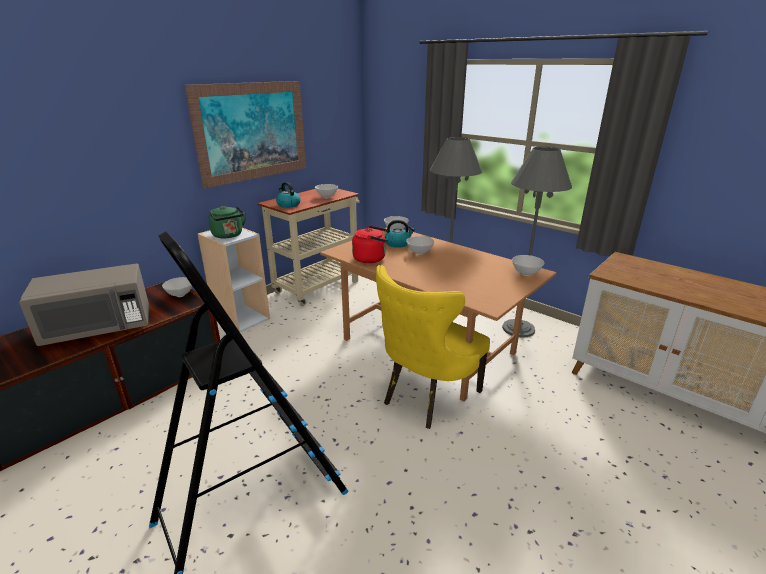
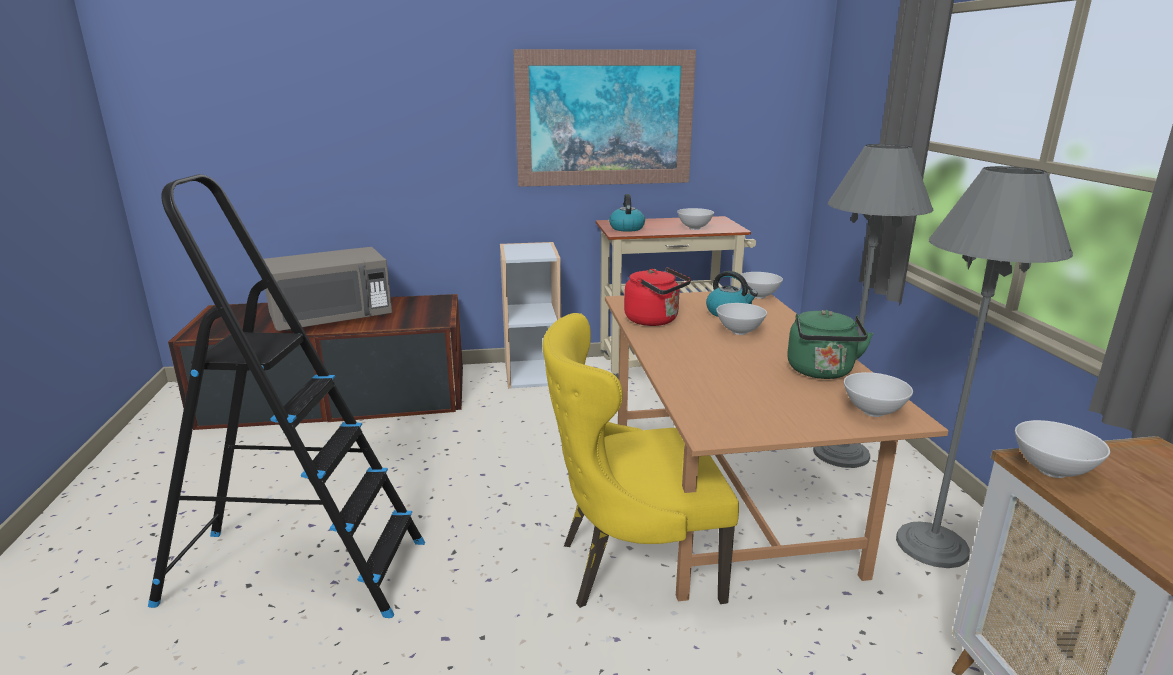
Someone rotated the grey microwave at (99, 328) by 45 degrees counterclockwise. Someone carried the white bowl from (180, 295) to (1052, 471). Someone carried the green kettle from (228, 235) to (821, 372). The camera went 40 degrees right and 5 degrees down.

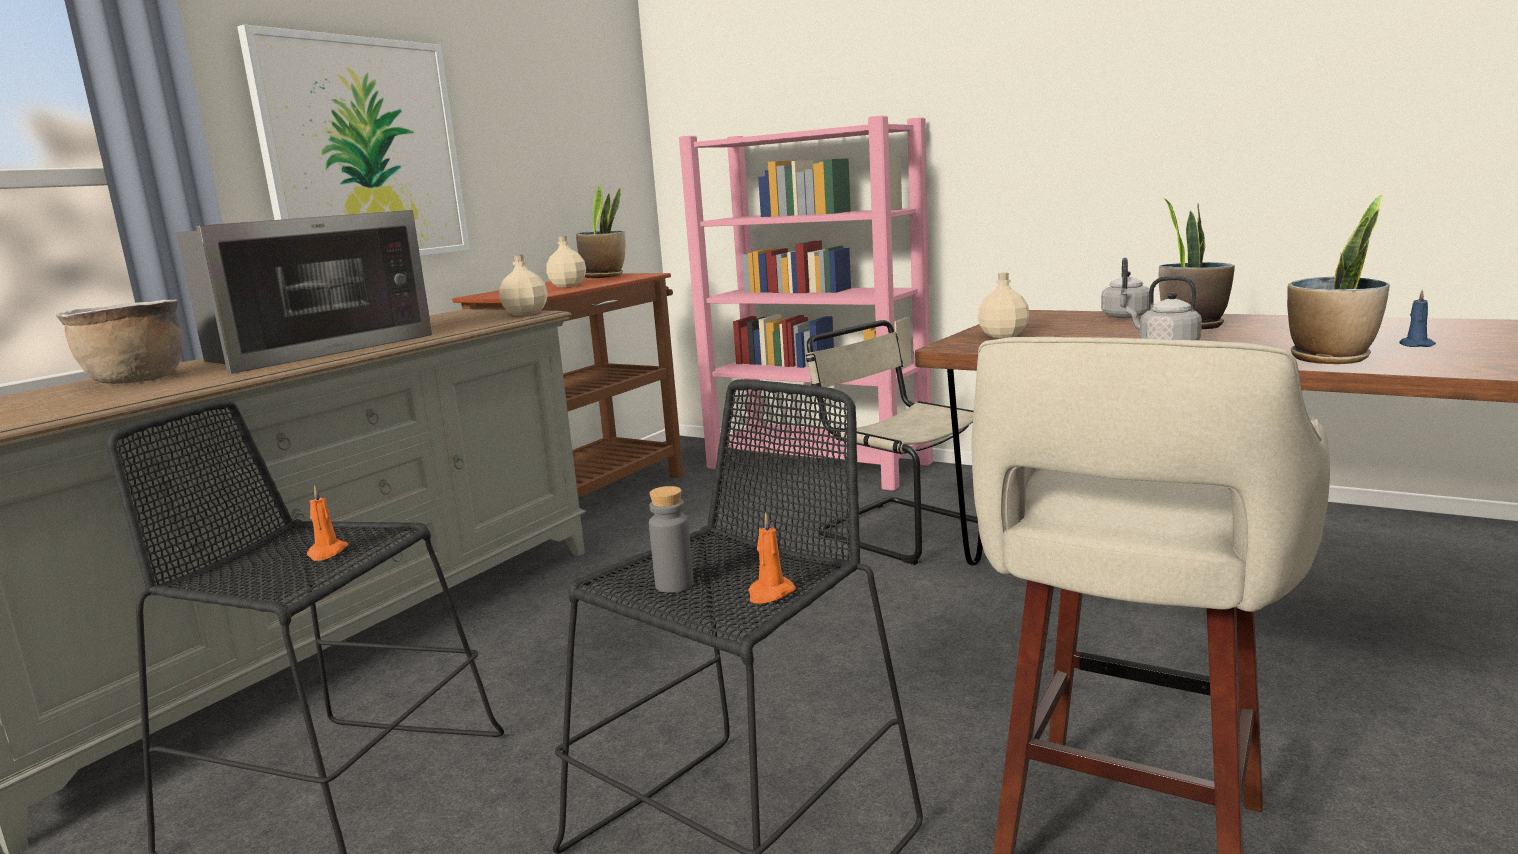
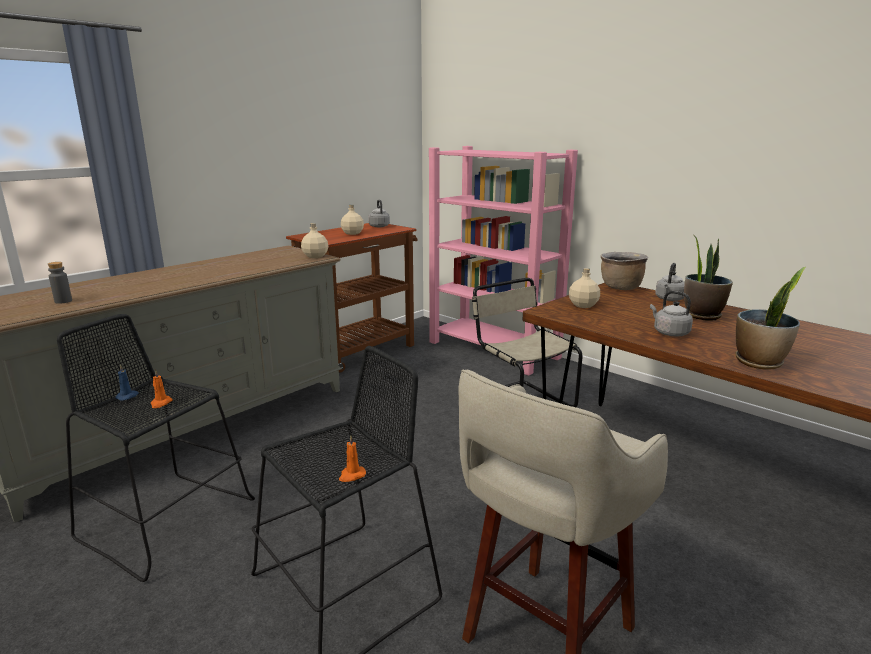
Someone carried the brown cooking pot from (135, 380) to (620, 288). Someone took away the microwave at (312, 350). Someone took away the picture at (364, 151). Someone swapped the potted plant at (604, 276) for the grey kettle at (379, 226). Someone carried the grey bottle from (674, 585) to (63, 301). Someone carried the blue candle from (1415, 345) to (127, 396). The camera went 10 degrees right and 5 degrees up.

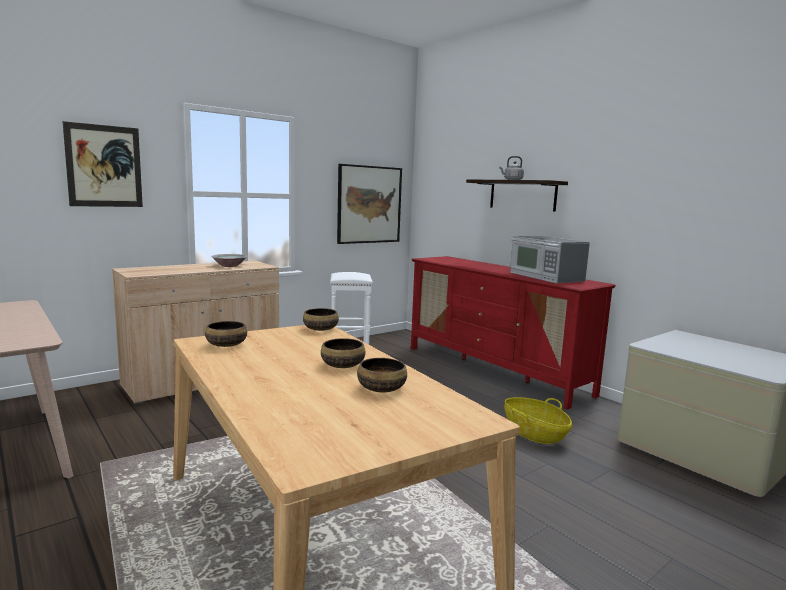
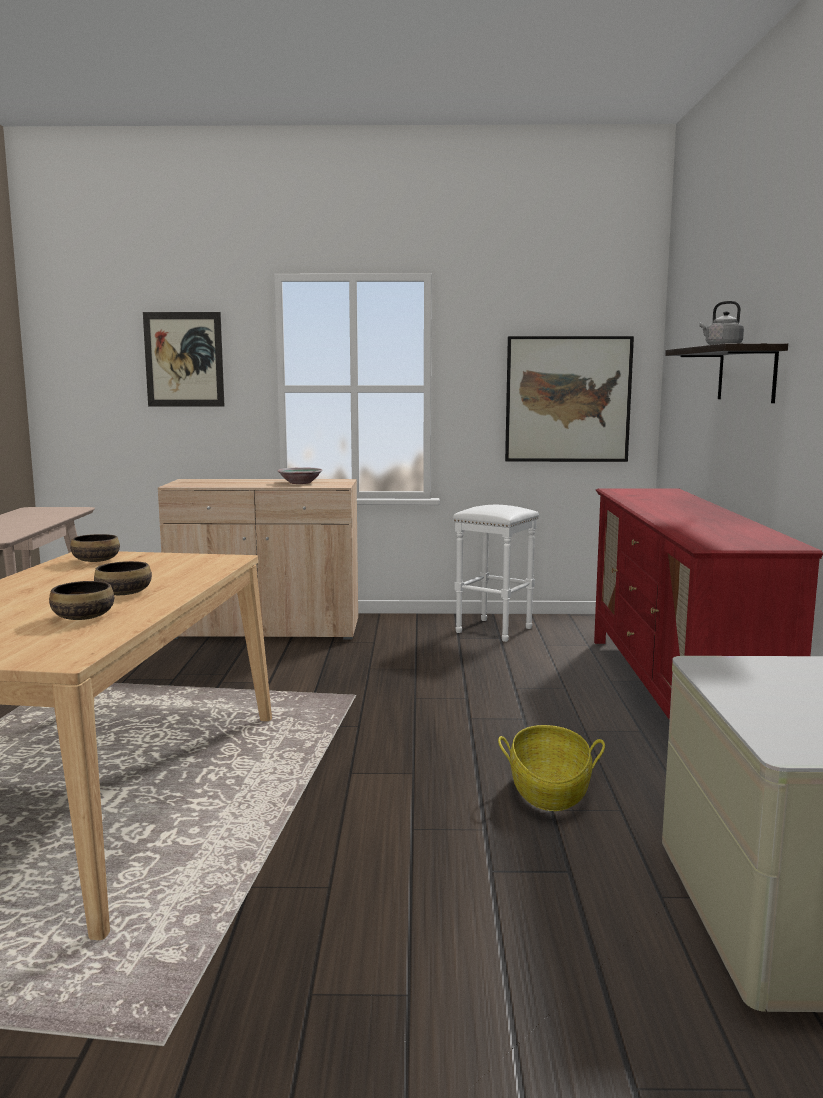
Someone took away the bowl at (321, 329). Someone took away the microwave at (545, 277). The camera went 40 degrees right and 0 degrees up.

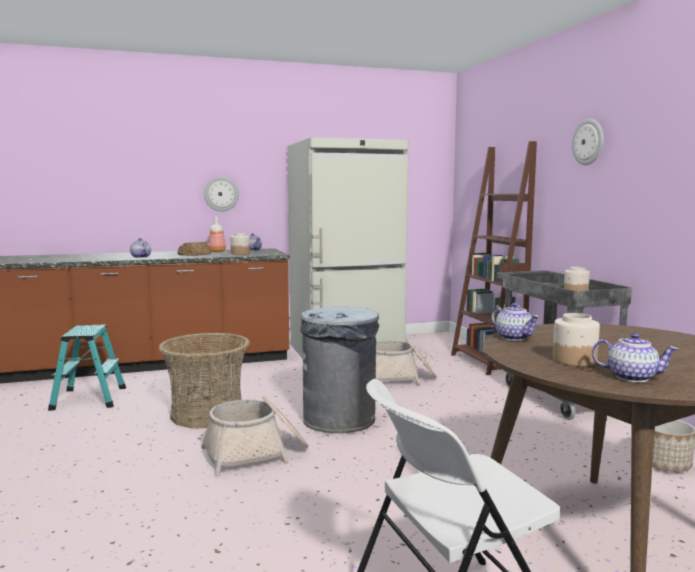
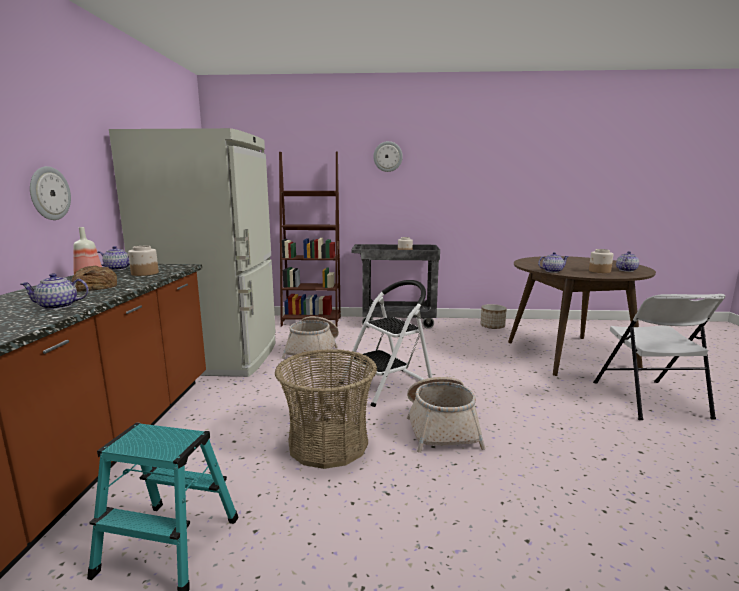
Someone swapped the grey trash can at (340, 420) for the step ladder at (389, 384). The camera went 70 degrees left and 5 degrees up.

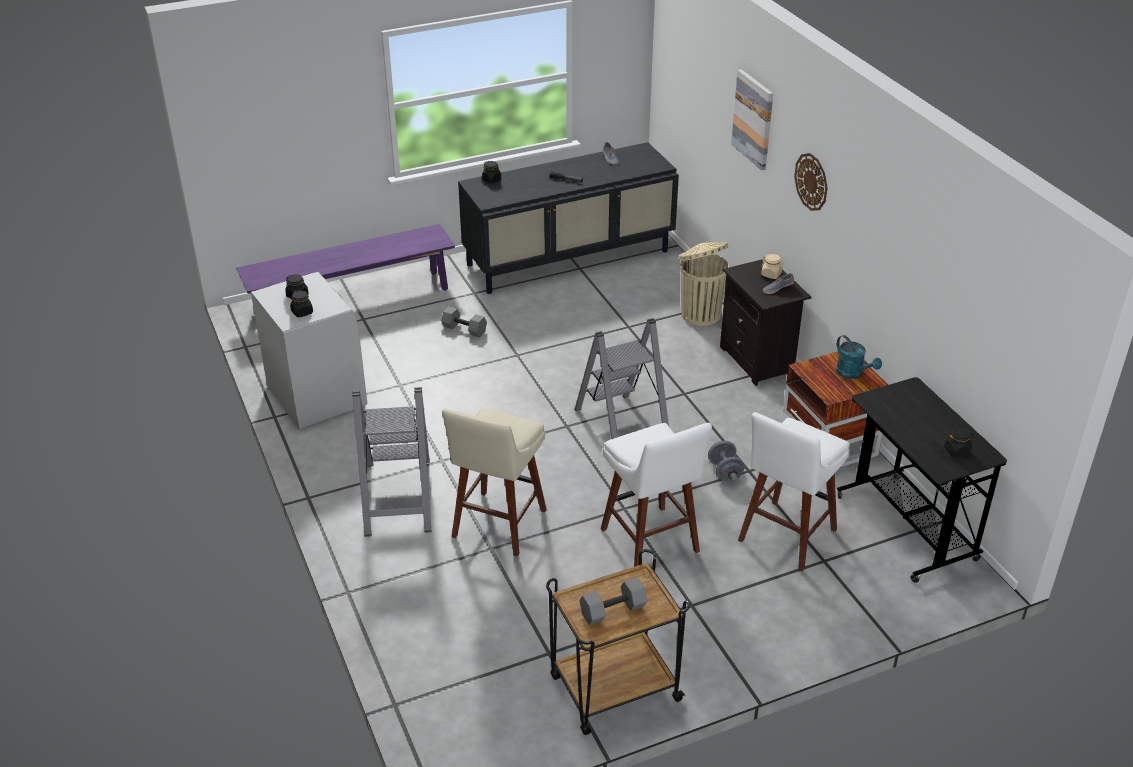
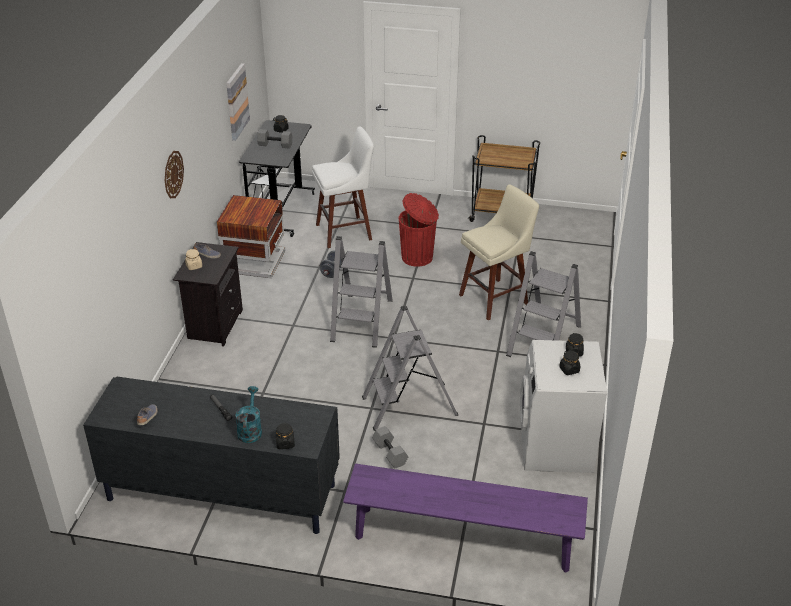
Someone carried the grey dumbbell from (613, 609) to (274, 145). Someone swapped the white stool at (650, 542) for the red trash can at (418, 257). Someone took away the beige trash can at (699, 314). Someone carried the picture from (753, 119) to (236, 101). Someone carried the turquoise watering can from (853, 374) to (250, 429). Someone put down the grey step ladder at (411, 405). The camera went 145 degrees left and 0 degrees up.

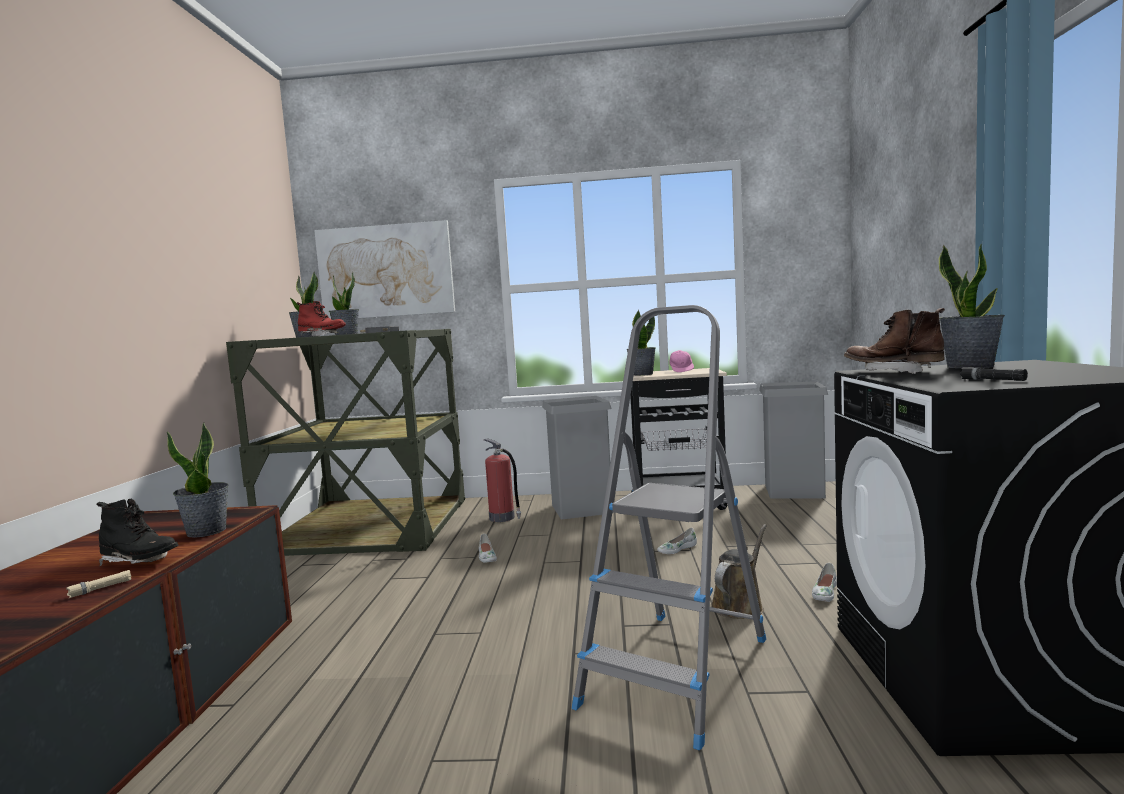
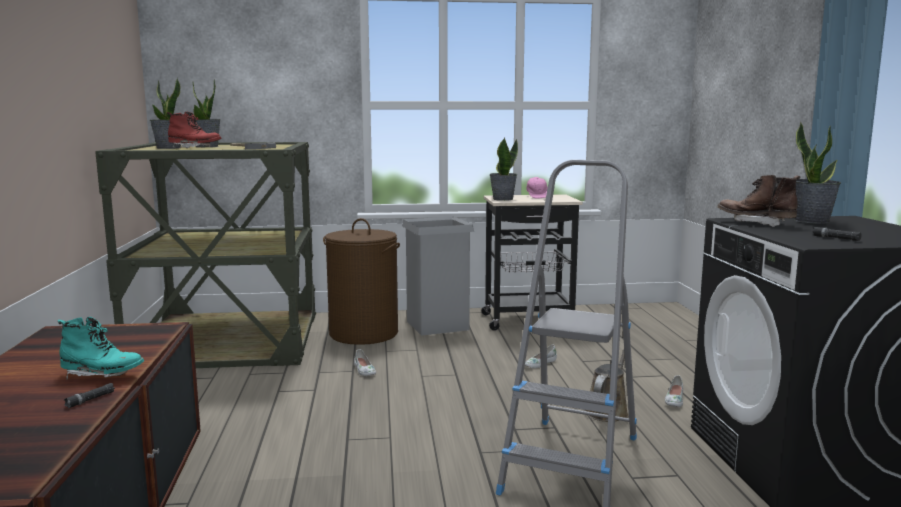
Someone repainted the beige flashlight at (100, 588), which became the black flashlight at (90, 400). Someone repainted the black boot at (140, 562), which became the turquoise boot at (102, 376). Someone took away the potted plant at (207, 531). Someone took away the picture at (386, 271). Someone swapped the fire extinguisher at (503, 518) for the brown laundry basket at (363, 333). Someone took away the grey trash can at (794, 491). The camera went 10 degrees left and 5 degrees up.

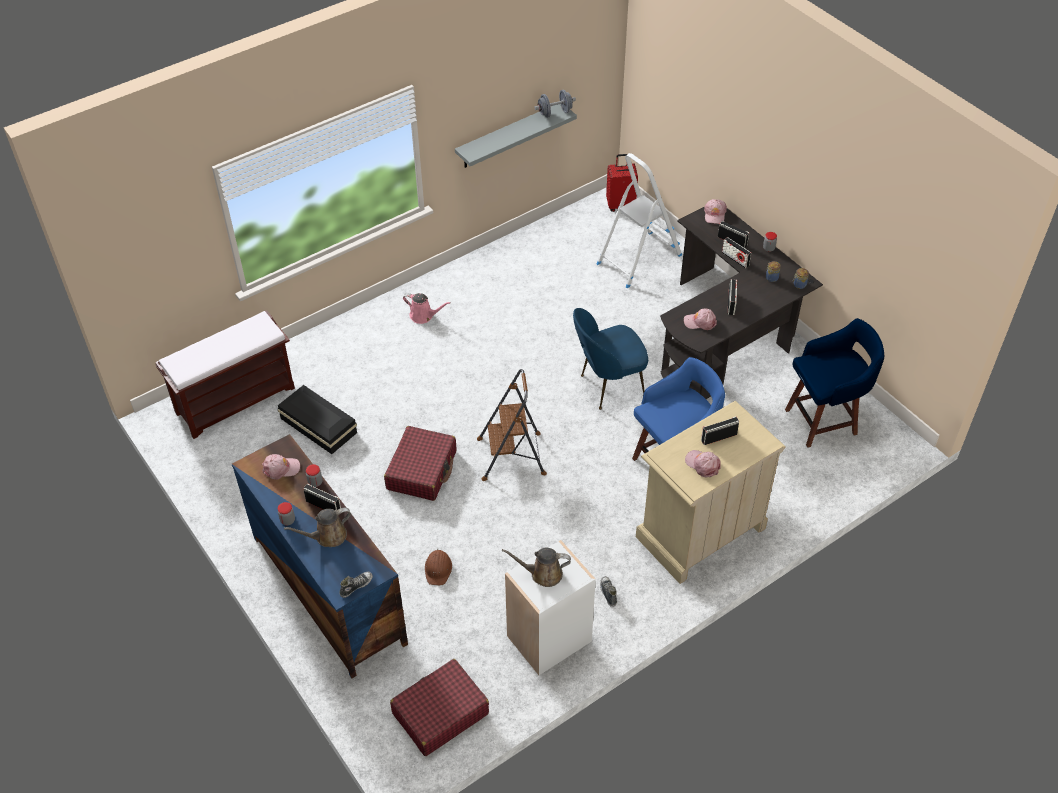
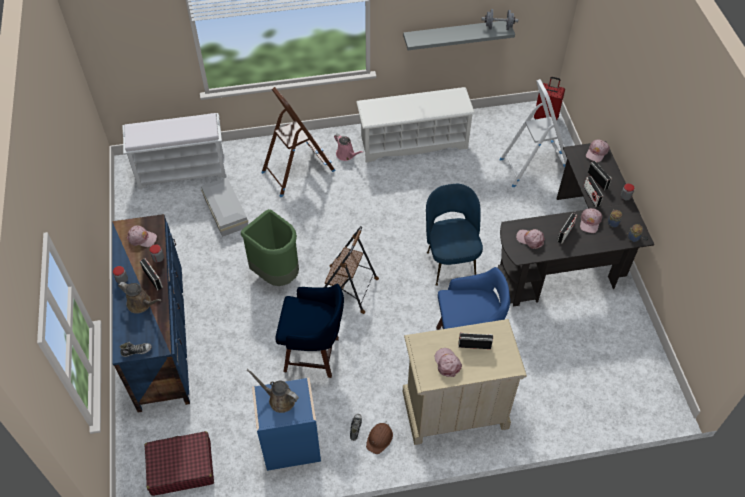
Someone repainted the brown bench at (236, 399), which became the white bench at (182, 171). Someone repainted the black storage box at (318, 424), which became the white storage box at (226, 210). Someone rotated the brown watering can at (327, 536) by 150 degrees counterclockwise. Someone swapped the red suitcase at (422, 470) for the green trash can at (276, 274). Someone carried the brown hard hat from (438, 569) to (379, 438). Someone repainted the white bookcase at (549, 639), which became the blue bookcase at (290, 445). Someone rotated the blue chair at (607, 387) by 75 degrees clockwise. Someone carried the blue stool from (824, 421) to (314, 355). Someone put down the brown step ladder at (299, 171). Someone put down the white shoe rack at (413, 142). Someone put down the pink cap at (590, 222). The camera went 25 degrees right and 5 degrees up.

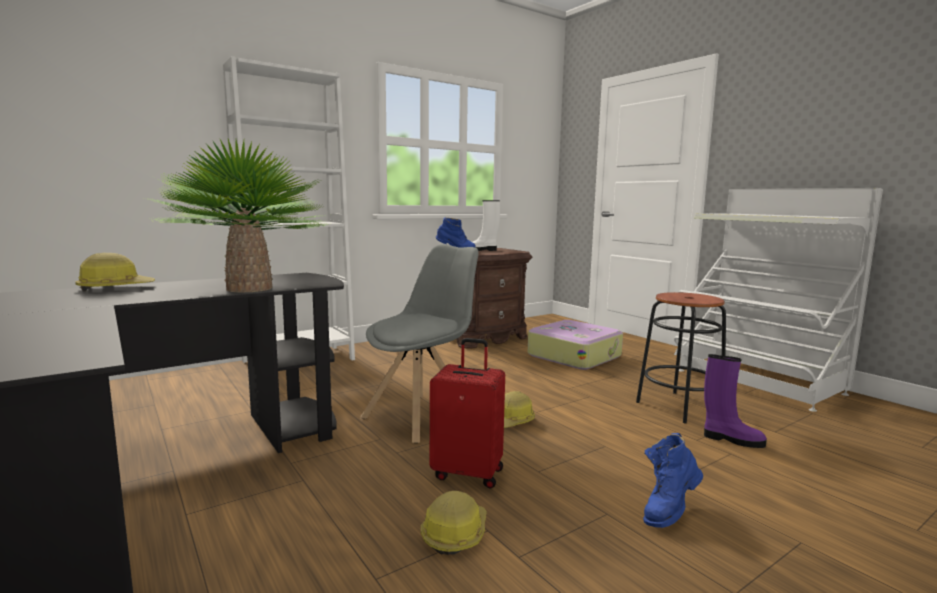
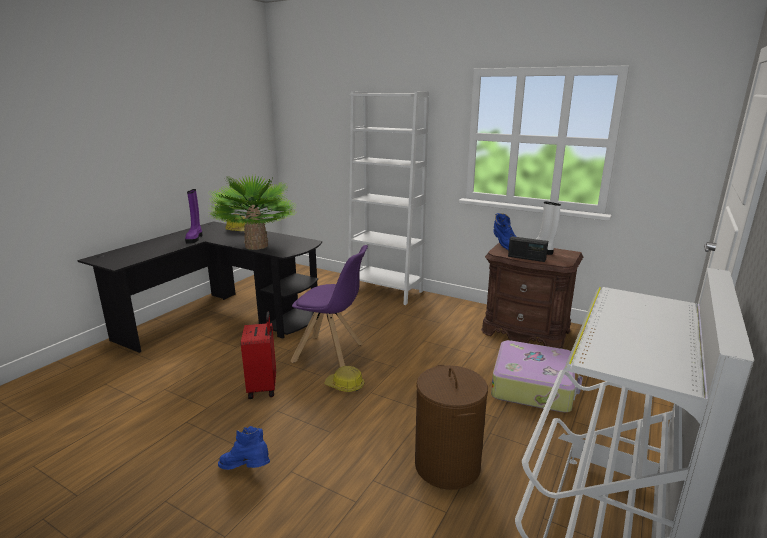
Someone repainted the grey chair at (422, 415), which became the purple chair at (331, 353). Someone took away the hard hat at (454, 533). Someone swapped the black stool at (679, 406) for the brown laundry basket at (447, 466). Someone carried the purple boot from (731, 439) to (194, 238). Someone put down the radio at (526, 258). The camera went 65 degrees right and 10 degrees up.

